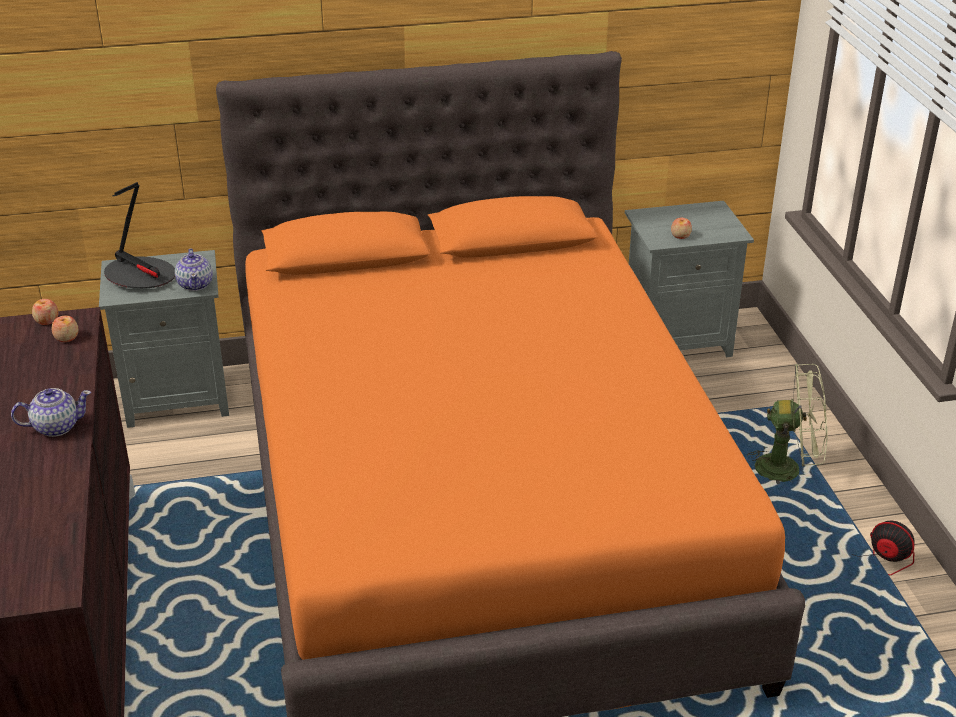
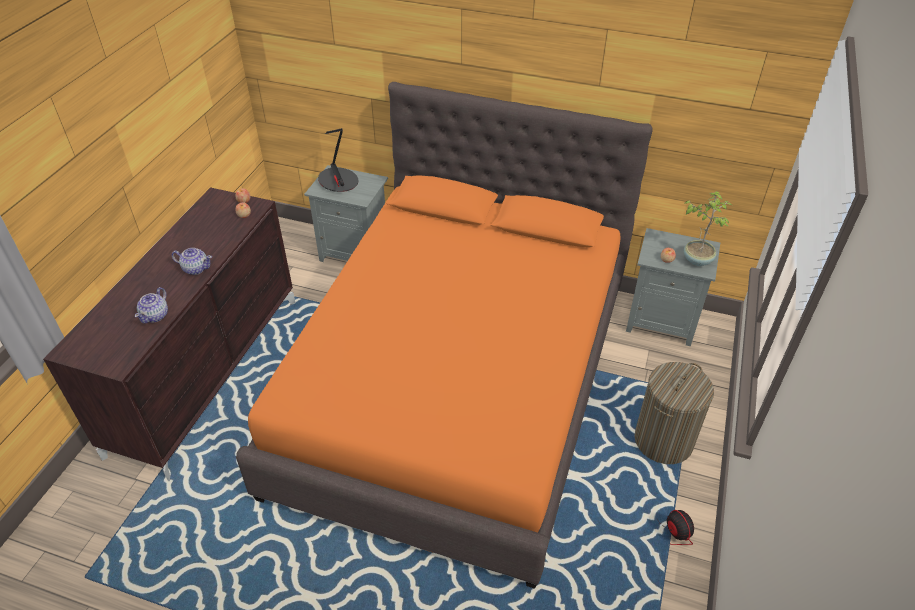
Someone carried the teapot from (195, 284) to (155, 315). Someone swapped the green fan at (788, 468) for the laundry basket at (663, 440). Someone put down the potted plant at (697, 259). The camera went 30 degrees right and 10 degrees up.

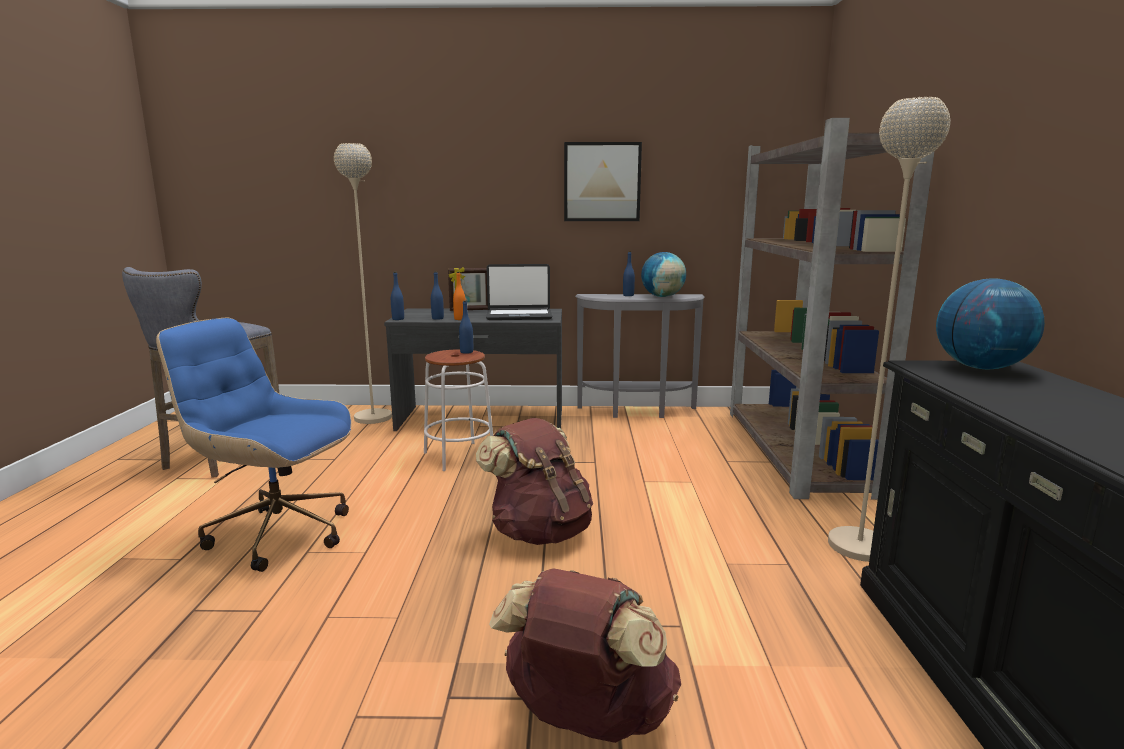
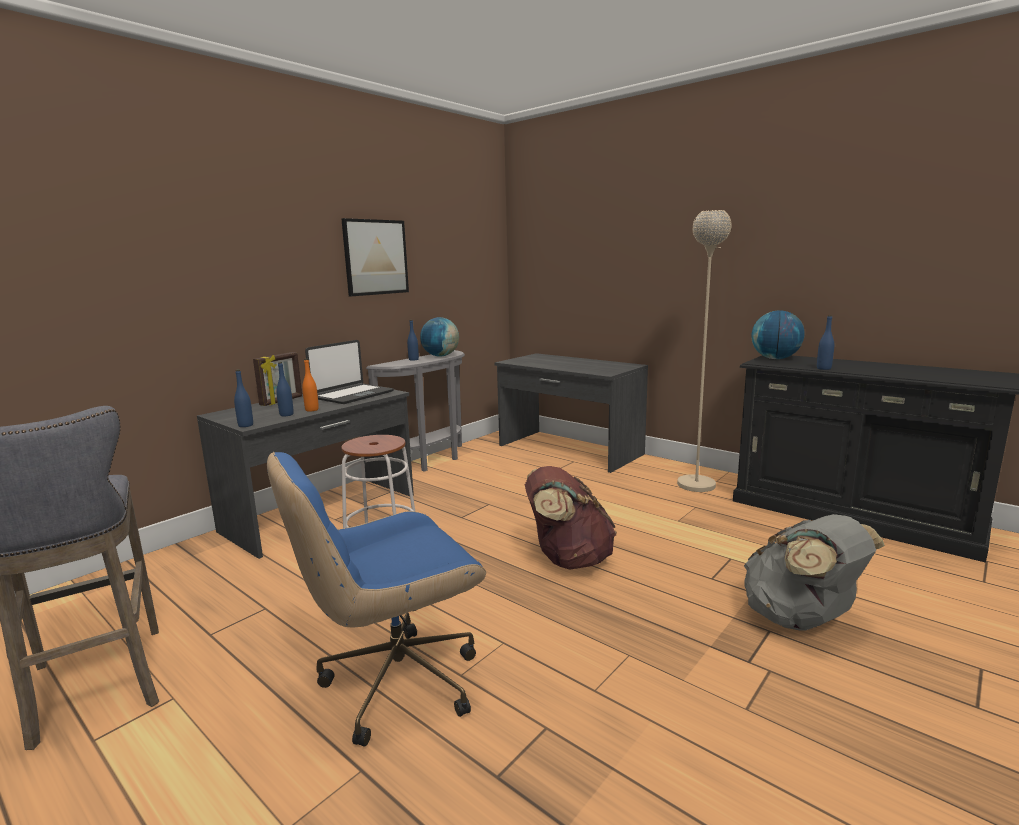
Someone took away the beige floor lamp at (373, 417). Someone carried the blue bottle from (466, 352) to (823, 368). Someone repainted the brown backpack at (586, 719), which became the grey backpack at (801, 619). Someone swapped the brown bookcase at (795, 449) for the grey desk at (568, 450). The camera went 50 degrees left and 0 degrees up.

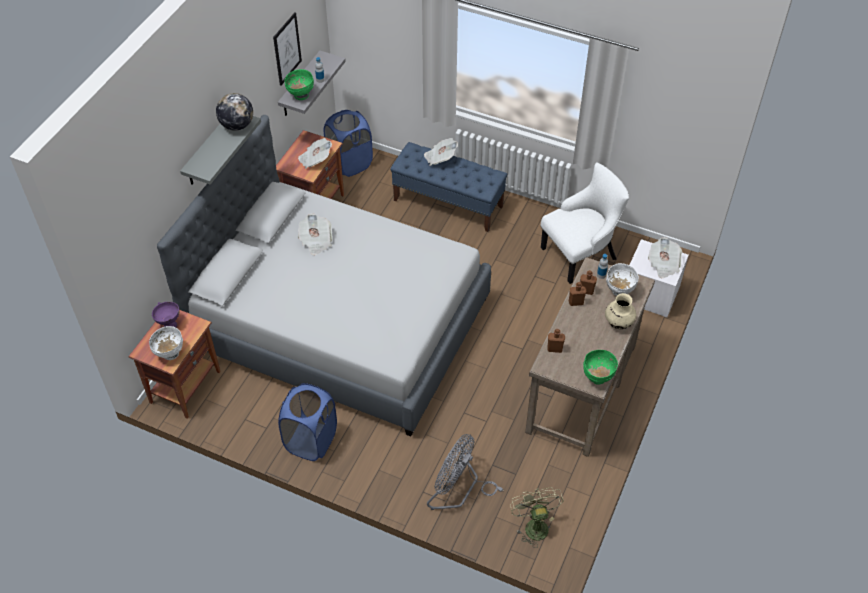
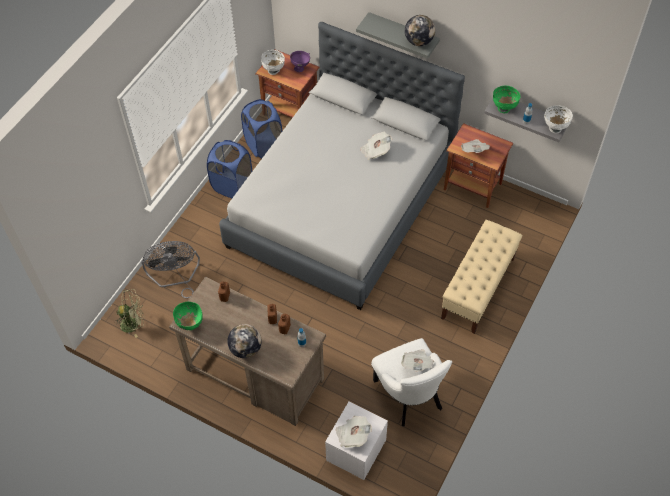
Someone took away the picture at (287, 49). Someone carried the blue laundry basket from (350, 163) to (264, 145). Someone repainted the blue bench at (448, 203), which became the beige bench at (478, 288). Someone carried the newspaper from (440, 158) to (417, 364). Someone rotated the grey fan at (461, 486) by 45 degrees counterclockwise. Someone swapped the beige vase at (618, 322) for the globe at (245, 349). Someone carried the white bowl from (619, 291) to (555, 128). The camera went 95 degrees right and 5 degrees up.

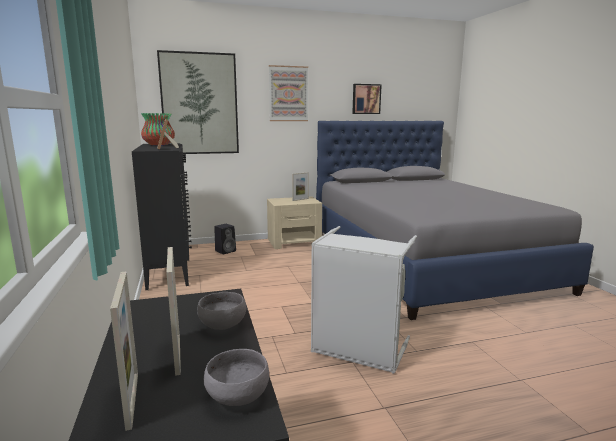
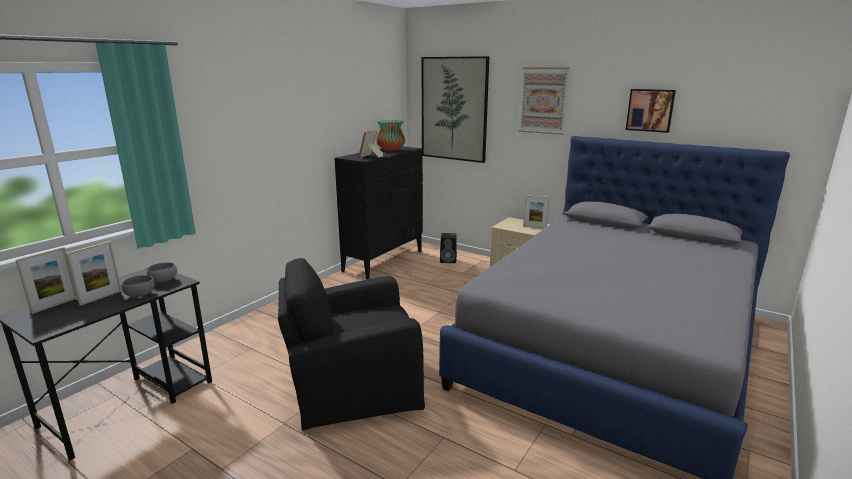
Someone carried the grey bowl from (236, 397) to (163, 280). Someone swapped the grey laundry basket at (358, 351) for the black armchair at (353, 383). The camera went 50 degrees right and 5 degrees up.

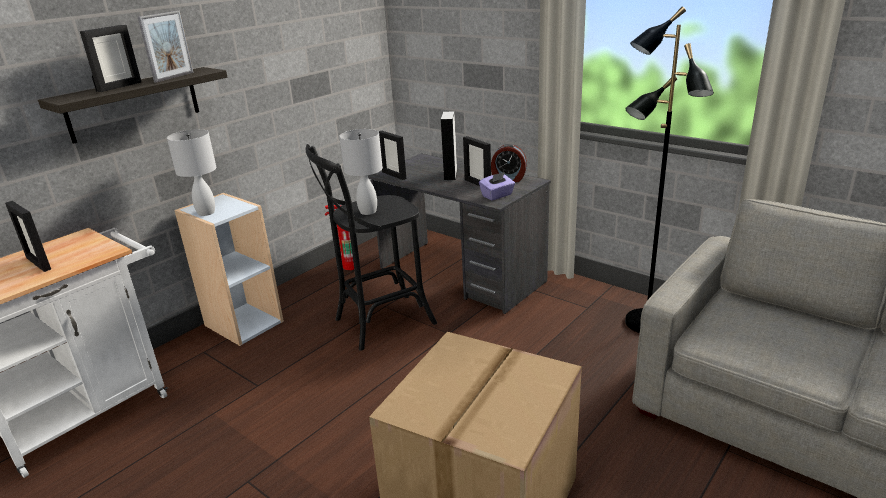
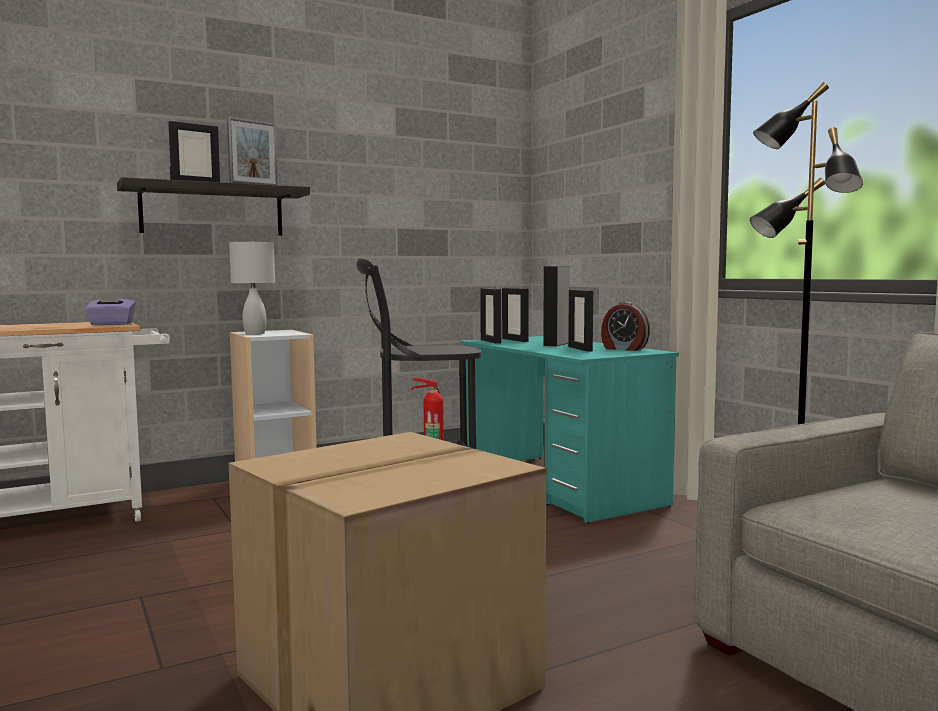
Someone carried the picture frame from (39, 263) to (515, 340). Someone took away the white table lamp at (368, 212). Someone repainted the grey desk at (461, 275), which became the turquoise desk at (560, 486). Someone carried the purple tissue box from (497, 195) to (111, 324). The camera went 20 degrees right and 20 degrees down.

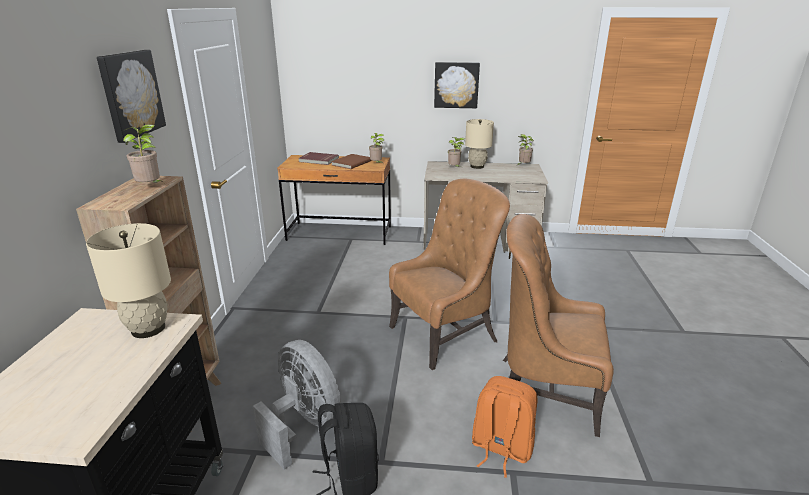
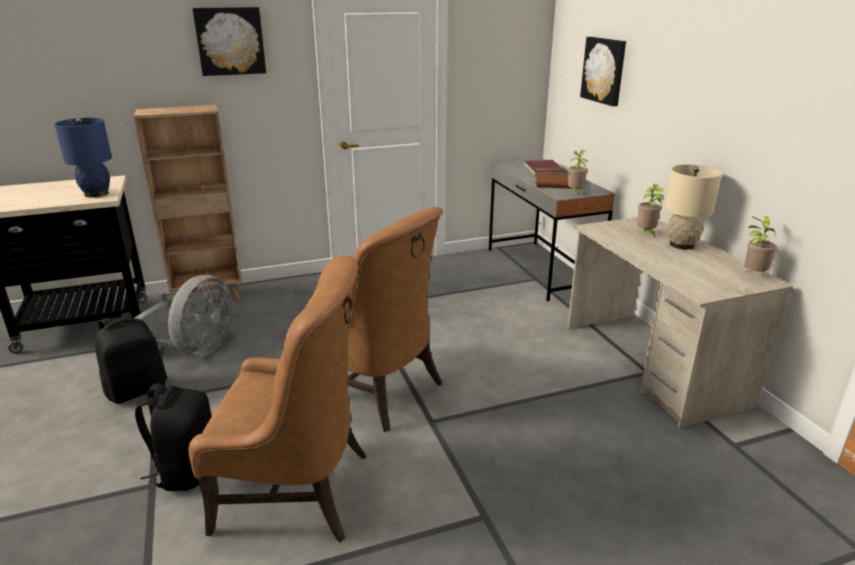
Someone repainted the beige table lamp at (148, 329), which became the blue table lamp at (96, 194). Someone took away the potted plant at (151, 187). Someone repainted the brown desk at (339, 233), which became the grey desk at (540, 270). Someone carried the picture from (456, 85) to (604, 70). Someone repainted the orange backpack at (500, 449), which became the black backpack at (186, 470). Someone rotated the brown chair at (544, 392) by 105 degrees clockwise. The camera went 65 degrees right and 0 degrees up.

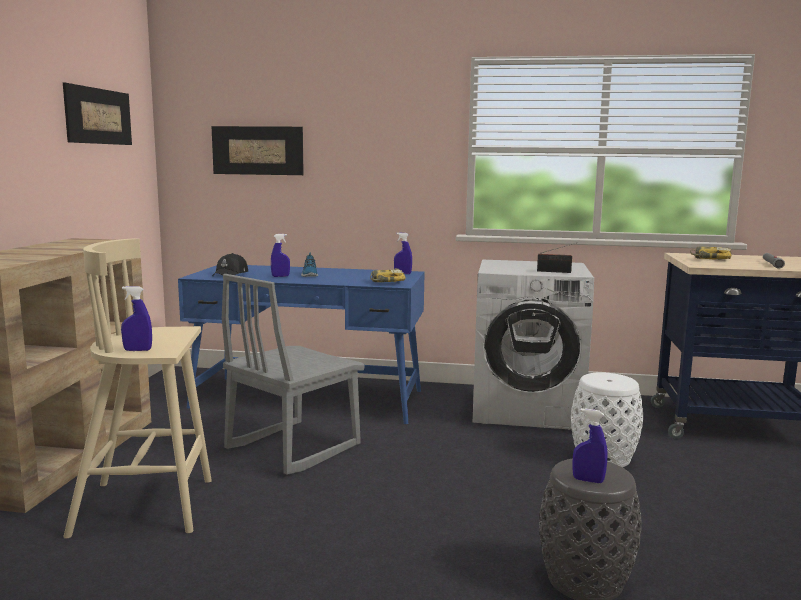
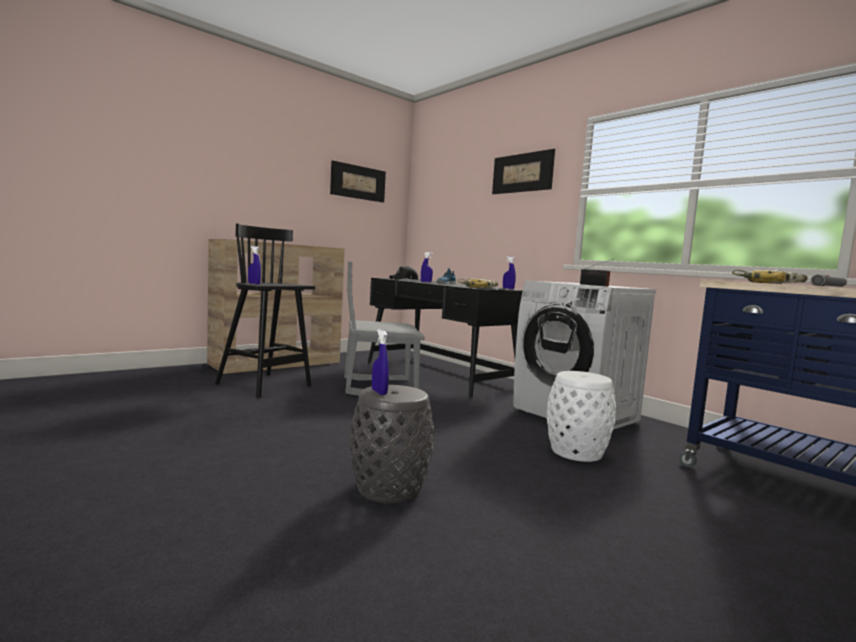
Someone repainted the beige stool at (149, 506), which became the black stool at (266, 385). Someone repainted the blue desk at (308, 399), which became the black desk at (438, 374). Someone carried the picture from (257, 150) to (522, 173). The camera went 40 degrees right and 5 degrees down.

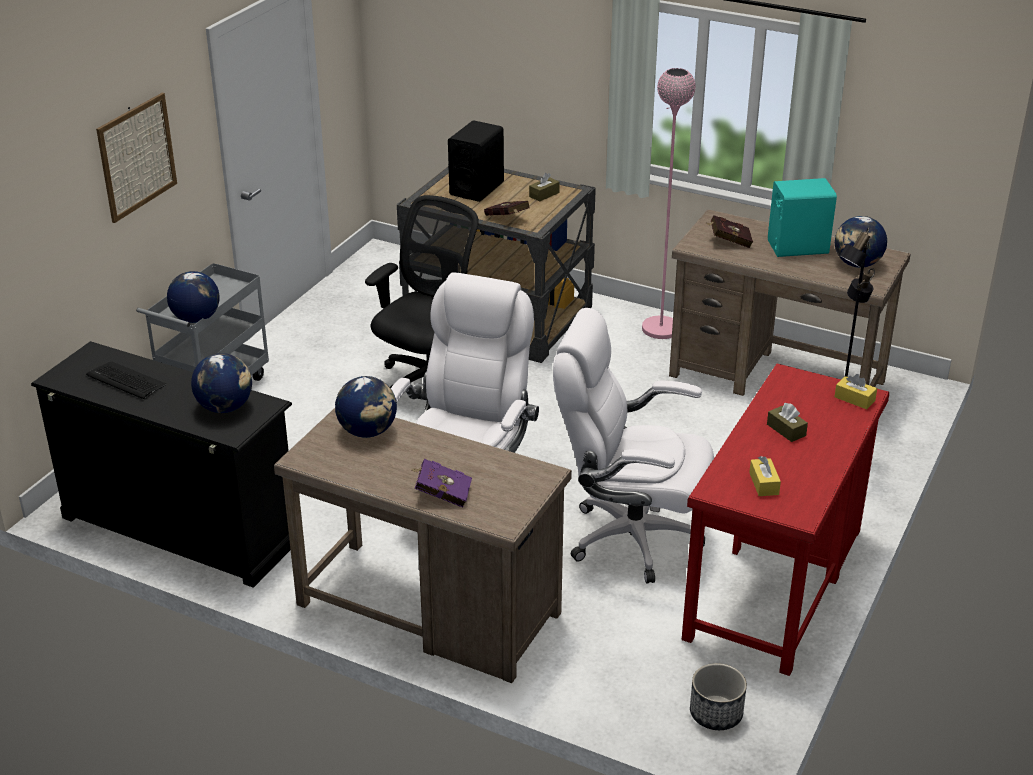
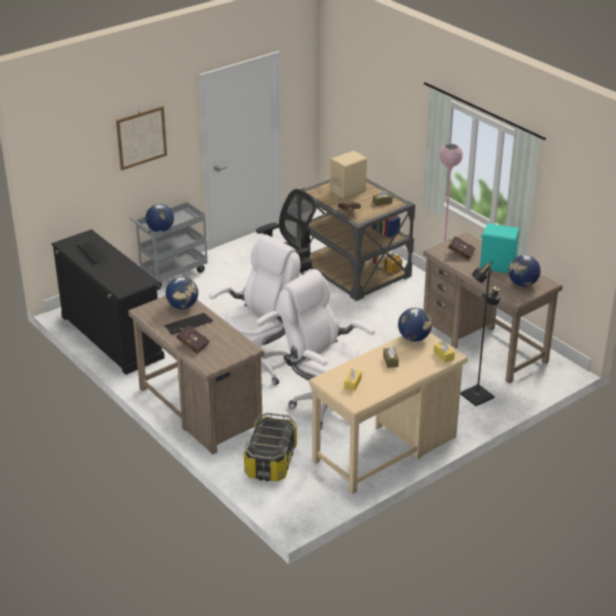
Someone carried the globe from (225, 407) to (414, 338). Someone repainted the purple book at (441, 494), which became the red book at (192, 345). Someone repainted the black speaker at (476, 188), which became the beige speaker at (348, 190). Someone repainted the red desk at (776, 583), which became the beige desk at (385, 449). Someone took away the planter at (716, 714). Someone put down the keyboard at (188, 324). Someone put down the storage box at (271, 461). The camera went 25 degrees right and 0 degrees up.

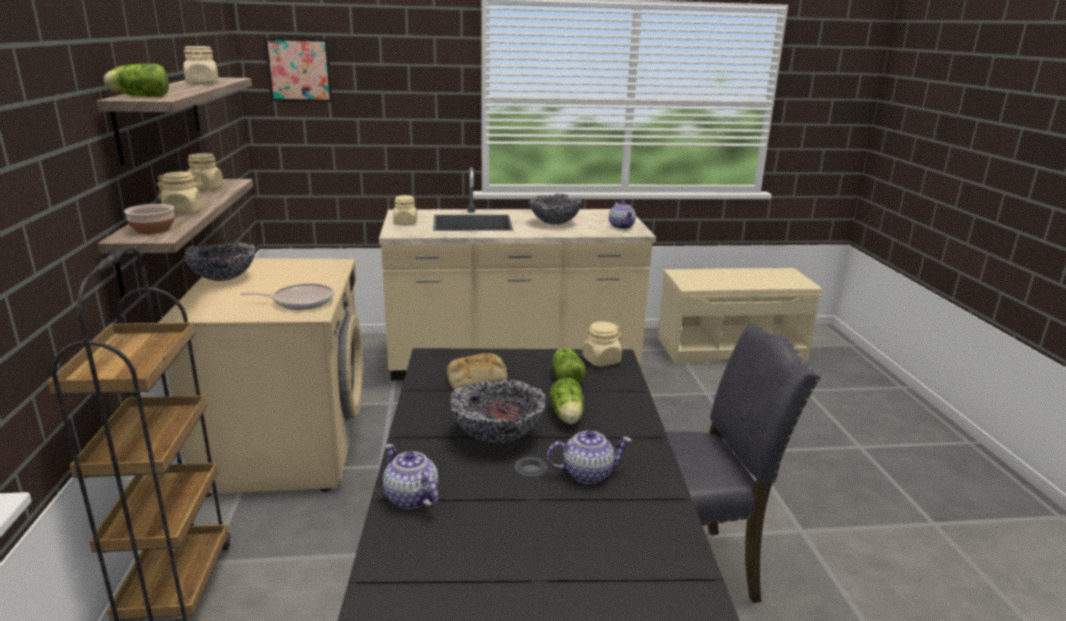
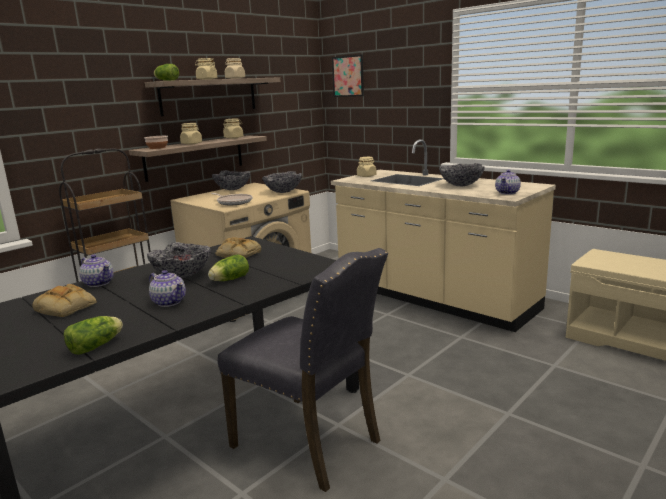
Someone rotated the teapot at (411, 498) by 120 degrees clockwise. Someone carried the lettuce from (566, 377) to (97, 345). Someone carried the beige jar from (601, 360) to (206, 79). Someone put down the bread at (67, 308). Someone put down the bowl at (283, 192). The camera went 50 degrees right and 5 degrees down.

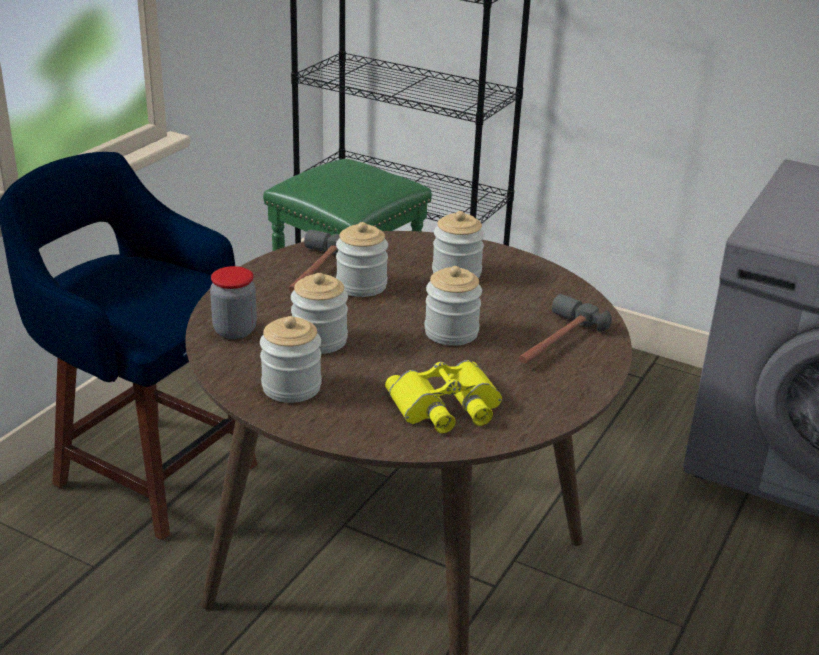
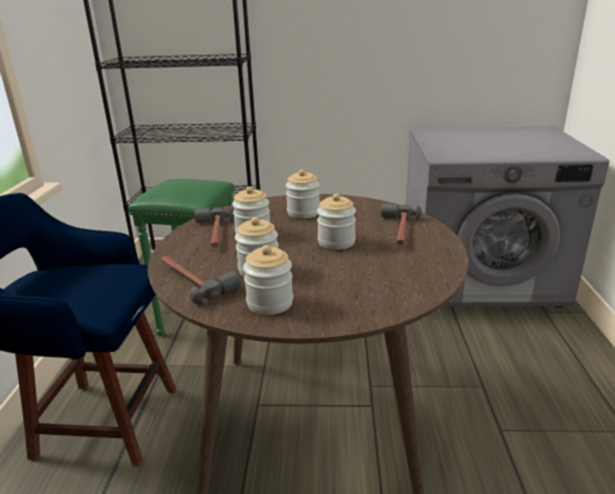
Someone swapped the jar at (235, 330) for the hammer at (193, 281). Someone took away the yellow binoculars at (446, 407). The camera went 25 degrees left and 5 degrees down.

